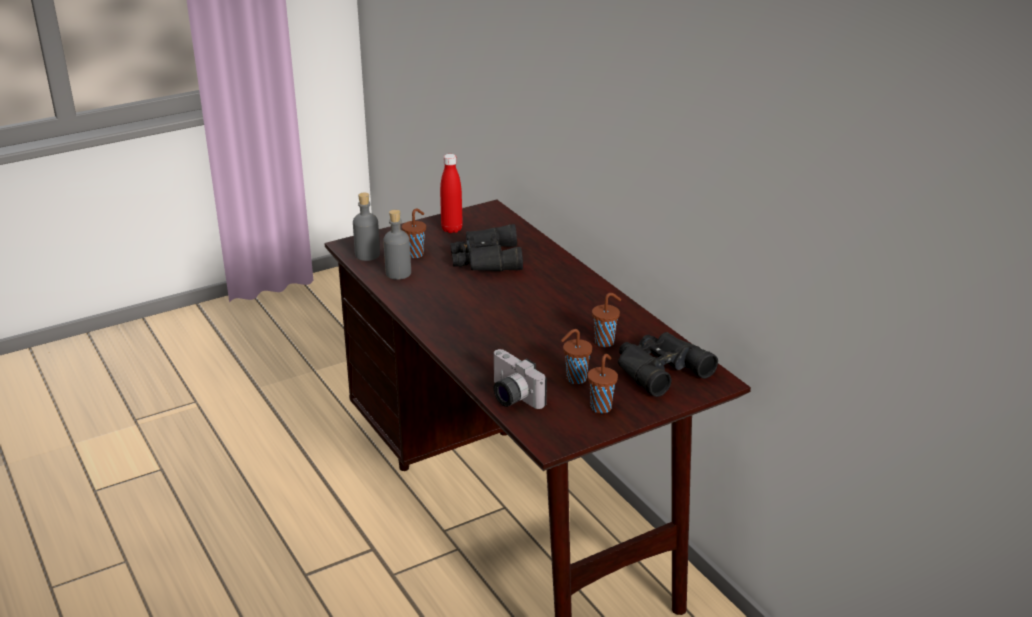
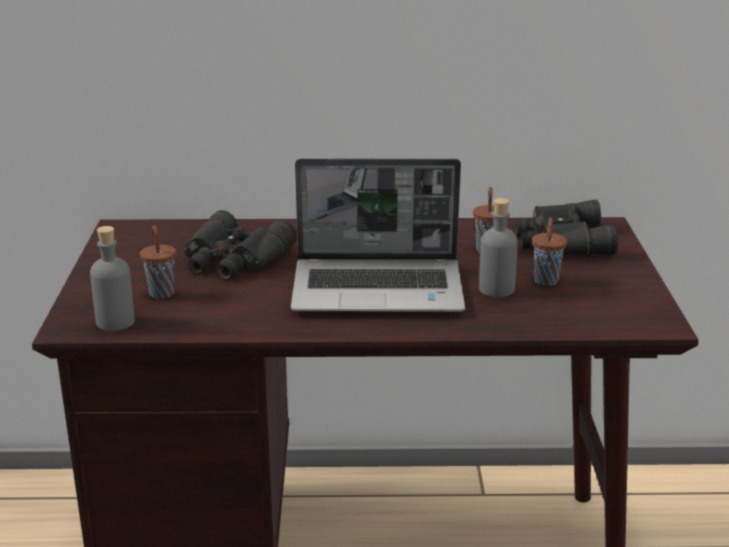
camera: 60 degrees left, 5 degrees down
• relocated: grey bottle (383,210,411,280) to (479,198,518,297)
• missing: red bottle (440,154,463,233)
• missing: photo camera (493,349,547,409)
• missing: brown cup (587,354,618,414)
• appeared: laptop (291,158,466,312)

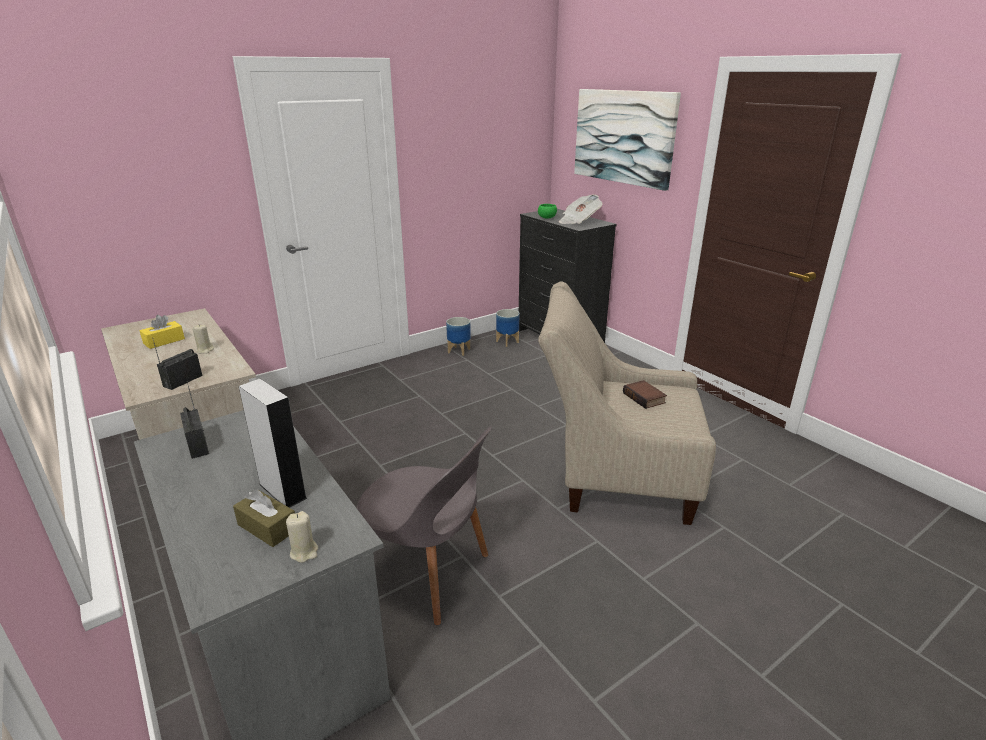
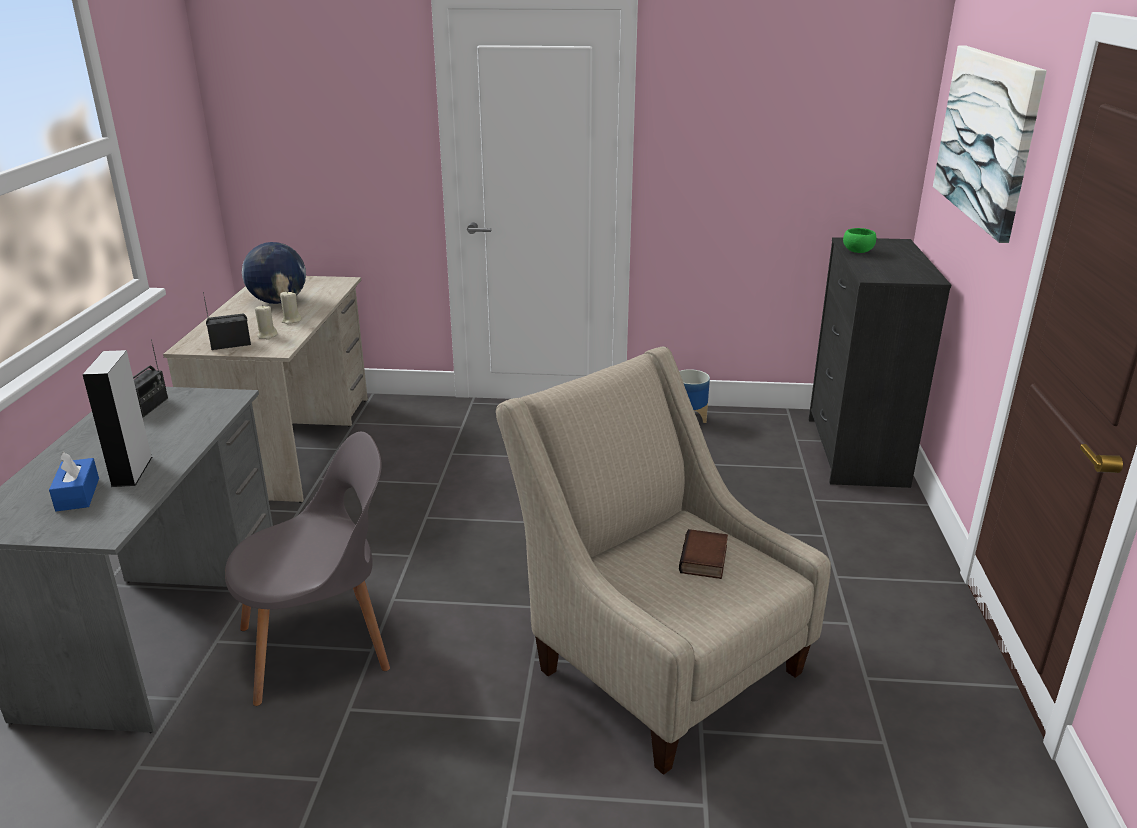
camera: 40 degrees right, 0 degrees up
• exchanged: yellow tissue box (140,315,185,349) to globe (242,242,306,304)
• colour: brown tissue box (233,489,295,547) to blue tissue box (49,452,99,511)
• relocated: beige candle (286,511,318,563) to (255,305,278,340)
• spun: grey chair (357,427,492,625) = (225,432,390,706) 90 degrees counterclockwise
• missing: planter (496,309,519,347)
• missing: newspaper (559,194,603,224)

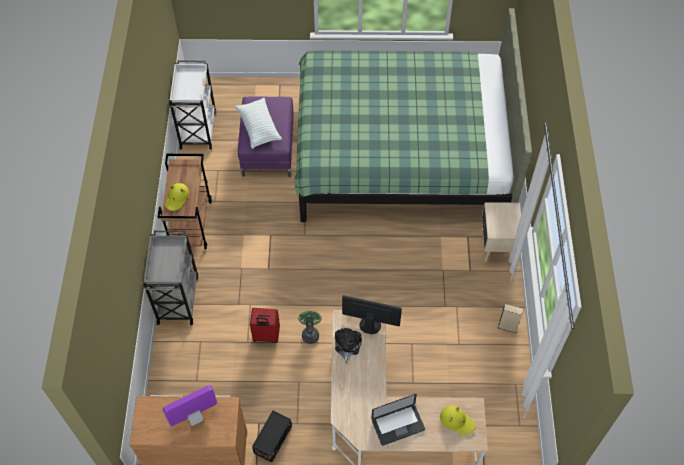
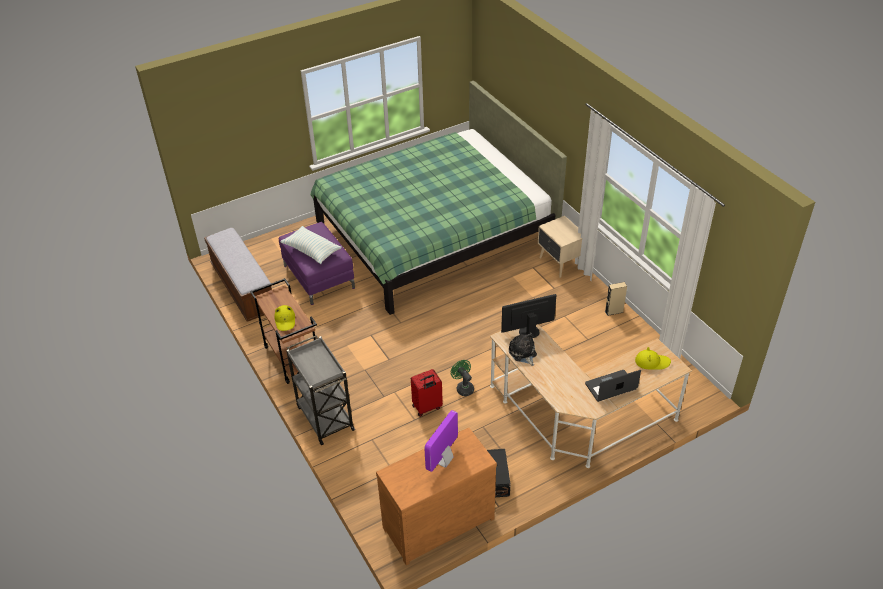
camera: 30 degrees left, 15 degrees down
• exchanged: white cart (169,61,216,150) to bench (204,228,272,321)
• spun: laptop (371,394,425,446) = (585,370,641,402) 150 degrees counterclockwise

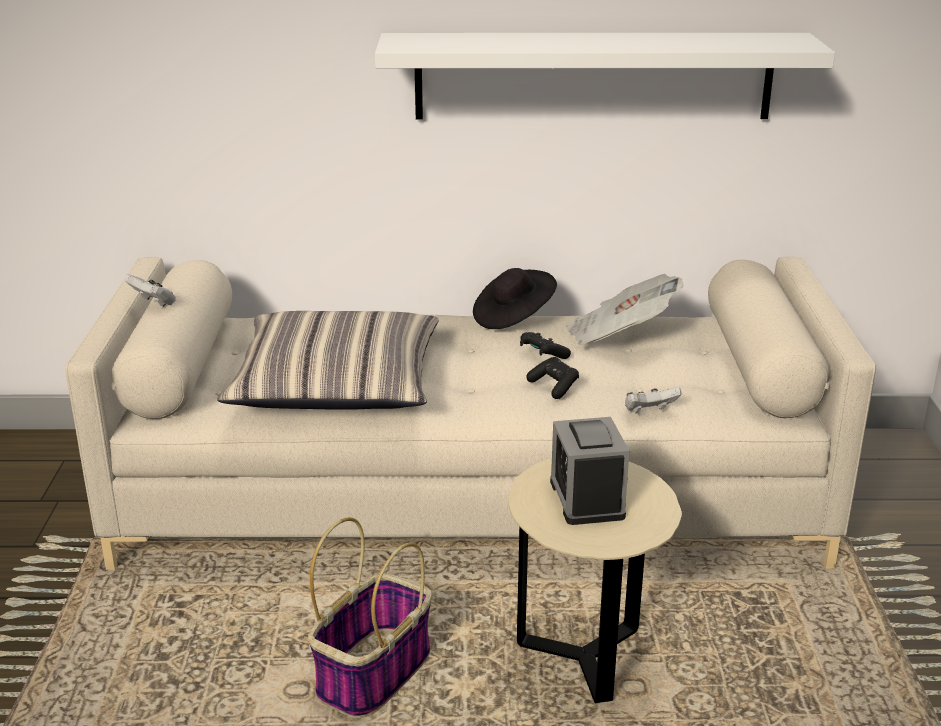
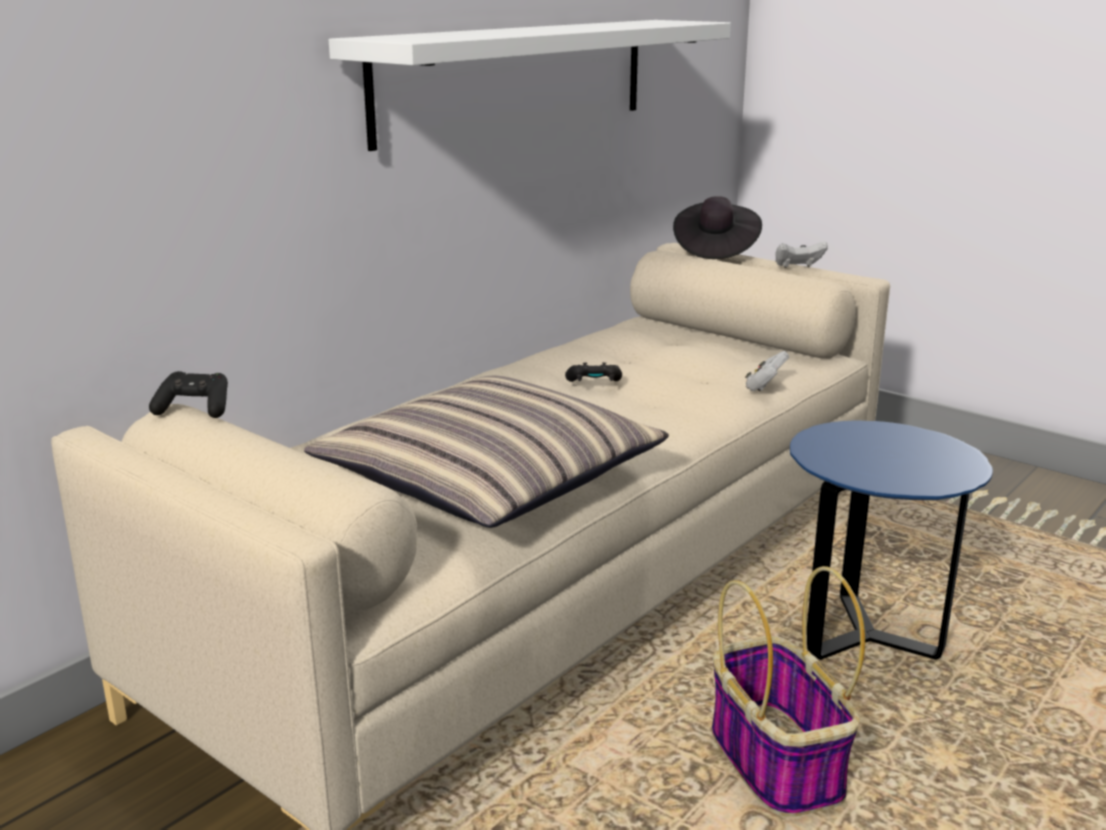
camera: 50 degrees left, 5 degrees down
• relocated: white game controller (124,274,176,307) to (775,241,828,268)
• relocated: black hat (473,268,557,329) to (673,196,762,259)
• colour: beige side table (508,458,682,703) to blue side table (790,420,993,660)
• relocated: black game controller (526,357,579,399) to (149,371,228,418)
• missing: alarm clock (550,417,629,525)
• missing: newspaper (566,274,683,346)

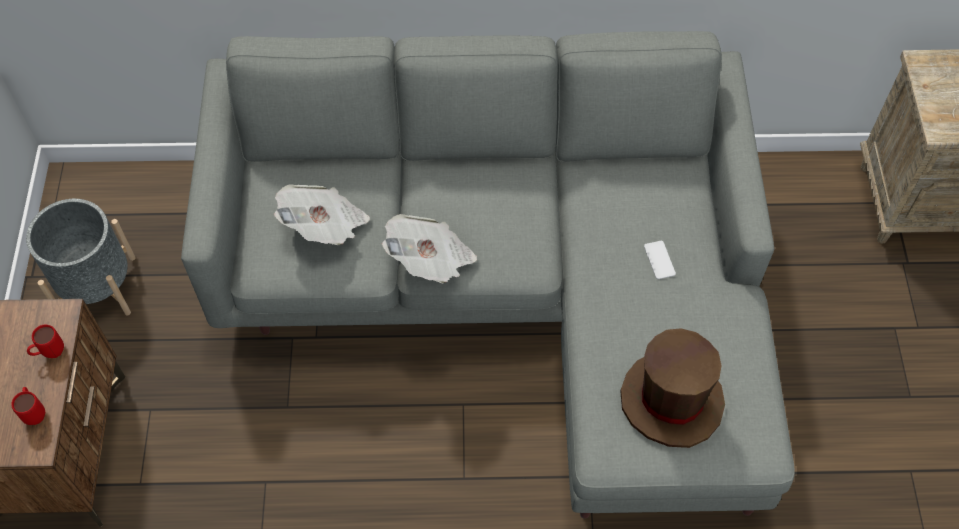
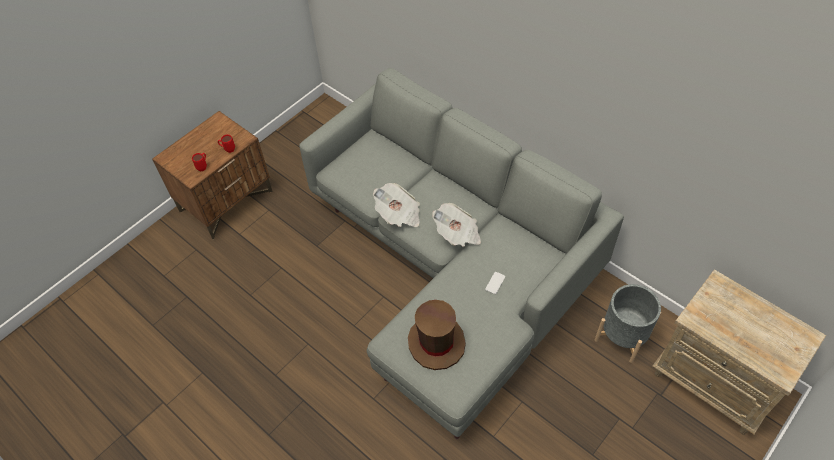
camera: 45 degrees right, 5 degrees down
• relocated: grey planter (26,199,136,315) to (595,284,661,363)
• relocated: newspaper (274,185,370,245) to (432,203,481,247)

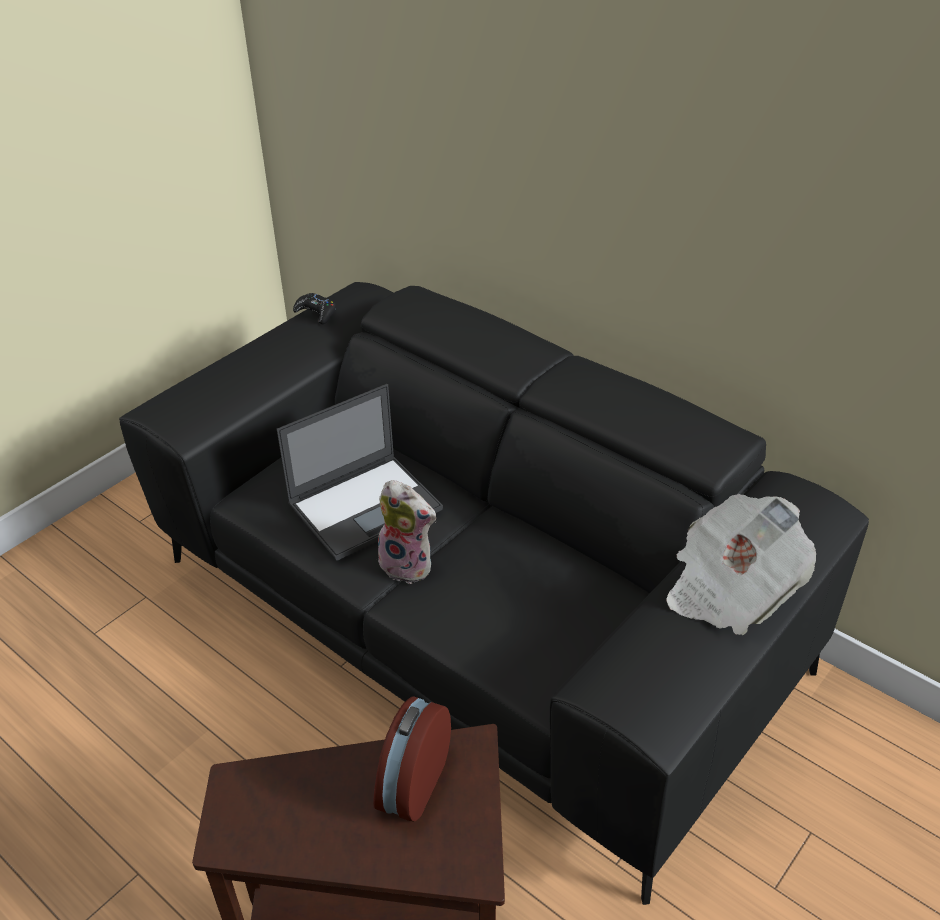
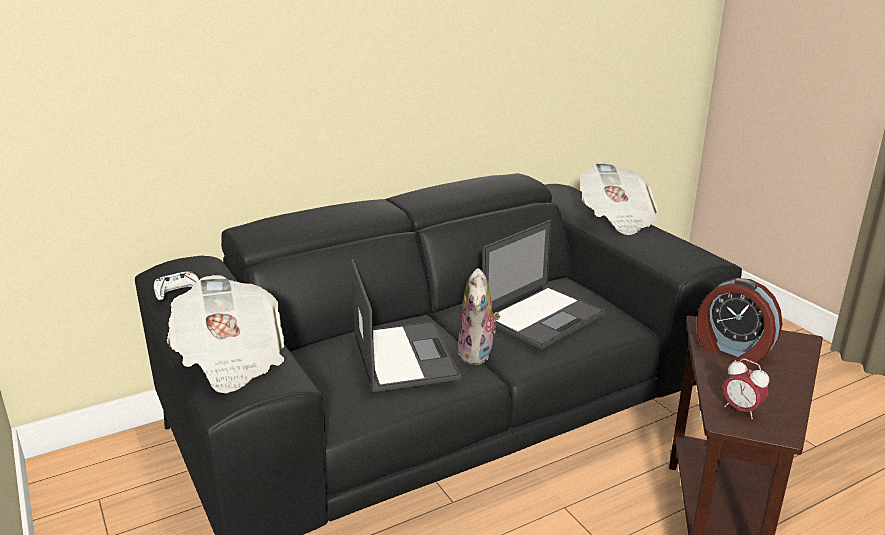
camera: 70 degrees left, 15 degrees down
• colour: black game controller (293,293,336,324) to white game controller (154,271,199,300)
• spun: plush toy (377,480,437,584) = (458,268,500,365) 135 degrees clockwise
• appeared: newspaper (167,275,284,394)
• appeared: laptop (483,220,605,350)
• appeared: alarm clock (723,359,769,419)

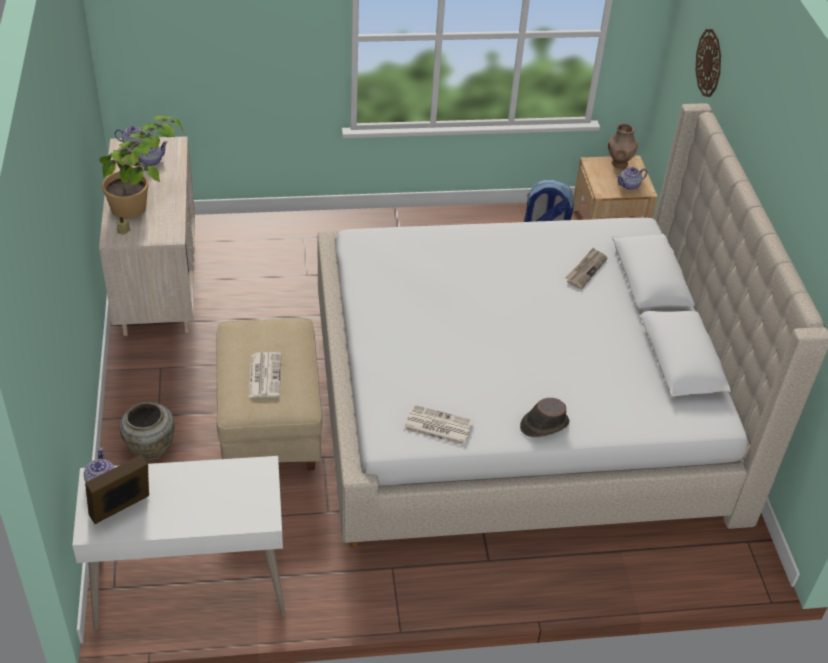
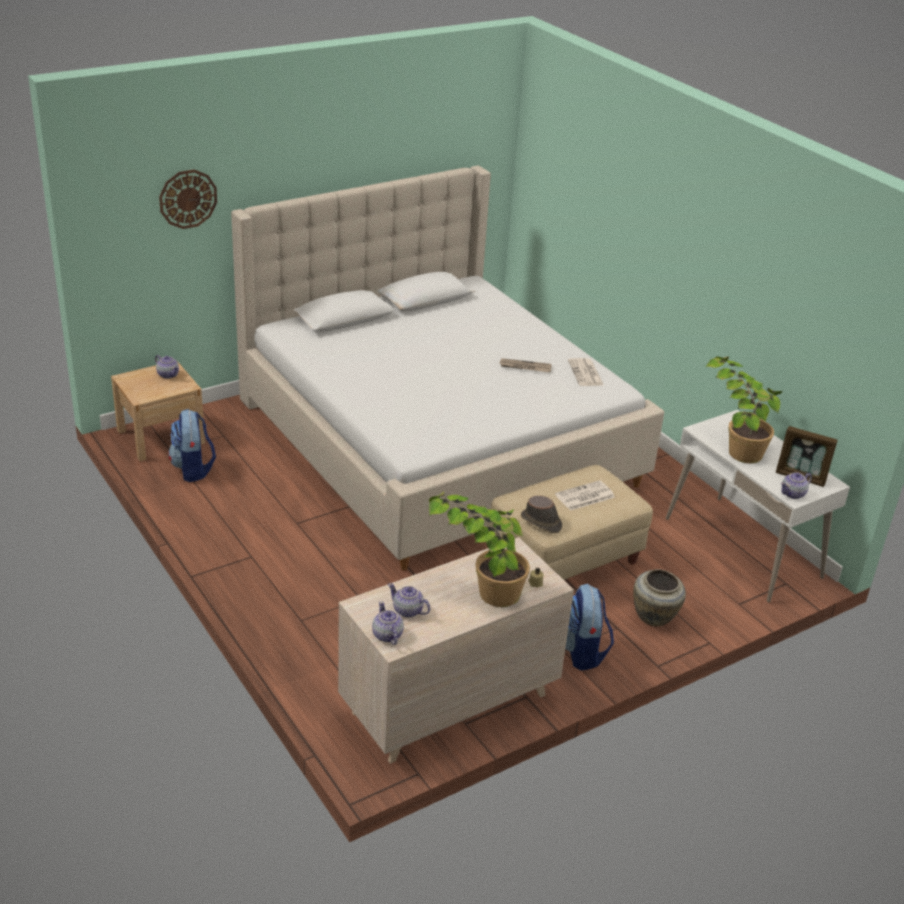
camera: 115 degrees left, 10 degrees down
• relocated: brown hat (520,398,569,437) to (521,496,562,533)
• relocated: newspaper (565,247,608,289) to (499,358,552,372)
• missing: brown vase (608,123,638,168)
• appeared: backpack (565,584,614,670)
• appeared: potted plant (705,356,782,463)

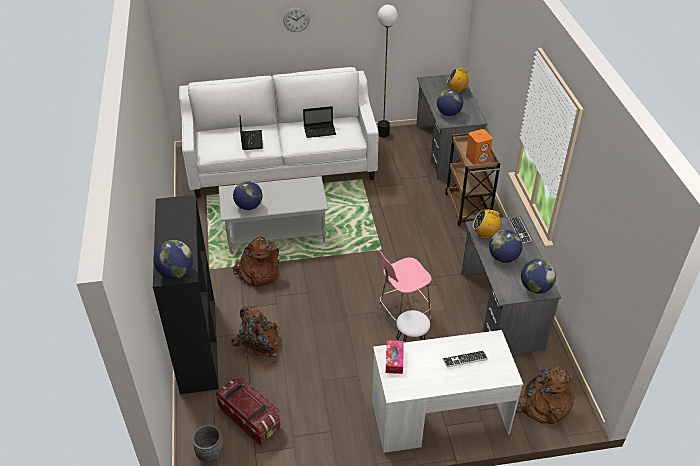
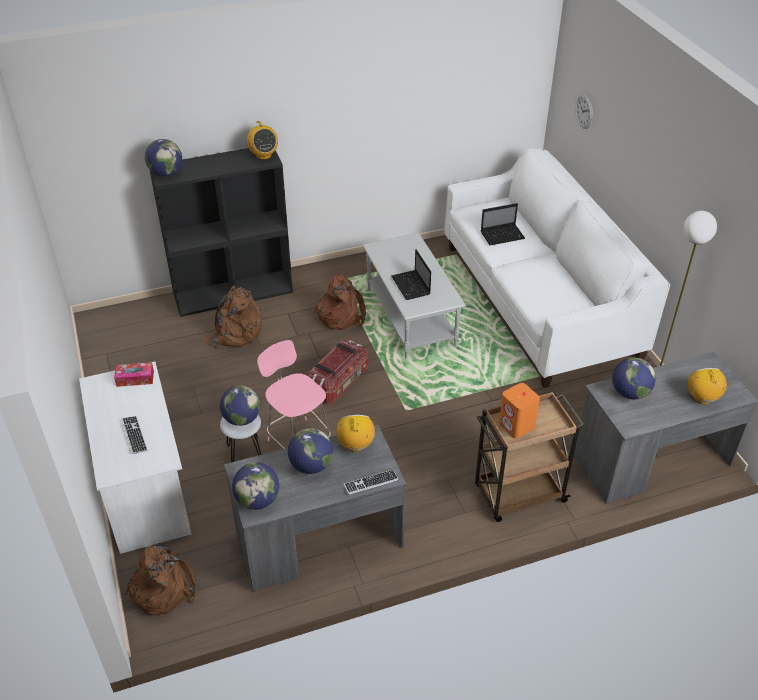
camera: 80 degrees right, 0 degrees up
• missing: grey planter (192,424,224,462)
• relocated: storage box (216,378,280,445) to (307,339,368,404)
• relocated: globe (233,181,262,210) to (220,385,260,426)
• relocated: wall clock (283,7,310,32) to (575,94,593,129)
• relocated: laptop (303,106,336,138) to (391,249,431,300)
• appeared: radio (247,121,278,160)

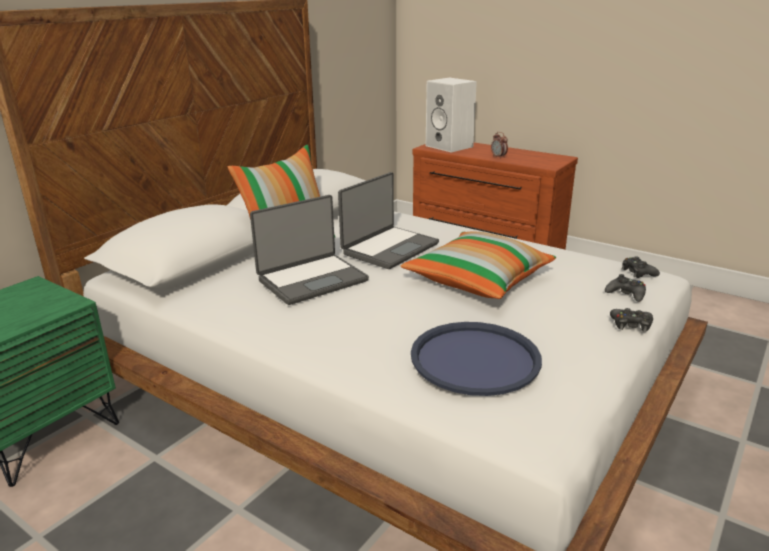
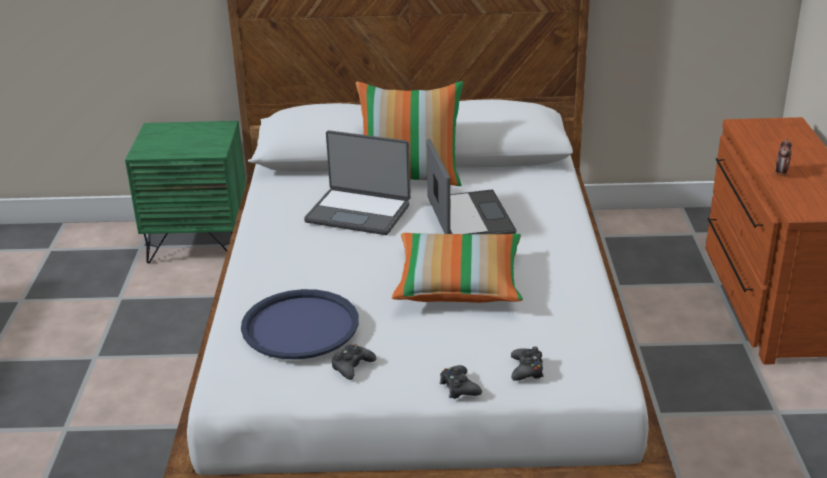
camera: 55 degrees right, 5 degrees up
• spun: laptop (338,172,439,269) = (426,139,517,234) 105 degrees counterclockwise
• missing: white speaker (426,78,477,152)
• relocated: black game controller (622,256,660,278) to (332,344,376,380)

